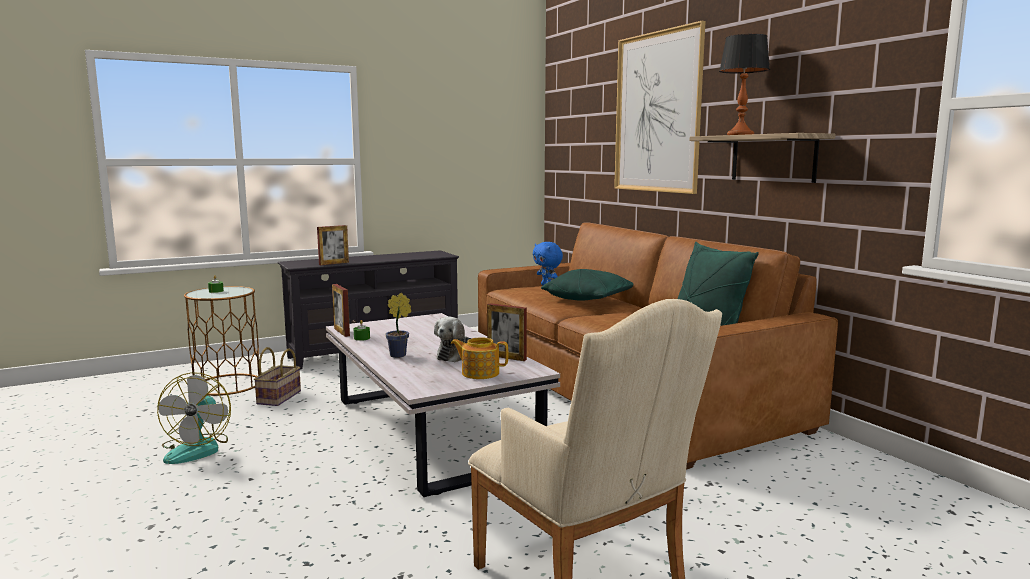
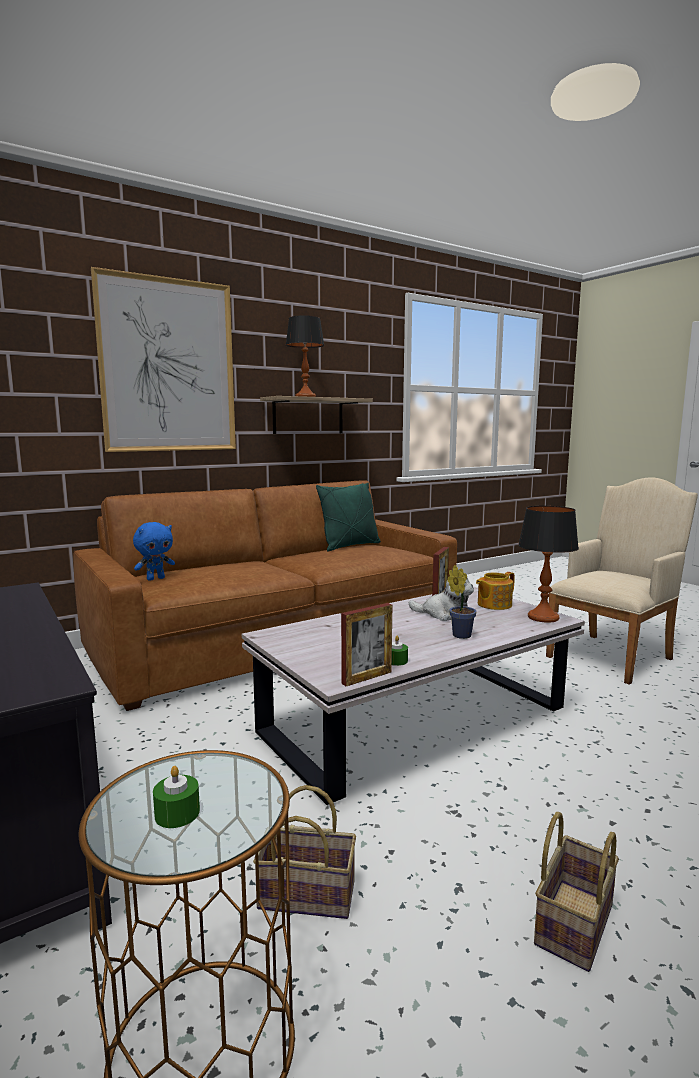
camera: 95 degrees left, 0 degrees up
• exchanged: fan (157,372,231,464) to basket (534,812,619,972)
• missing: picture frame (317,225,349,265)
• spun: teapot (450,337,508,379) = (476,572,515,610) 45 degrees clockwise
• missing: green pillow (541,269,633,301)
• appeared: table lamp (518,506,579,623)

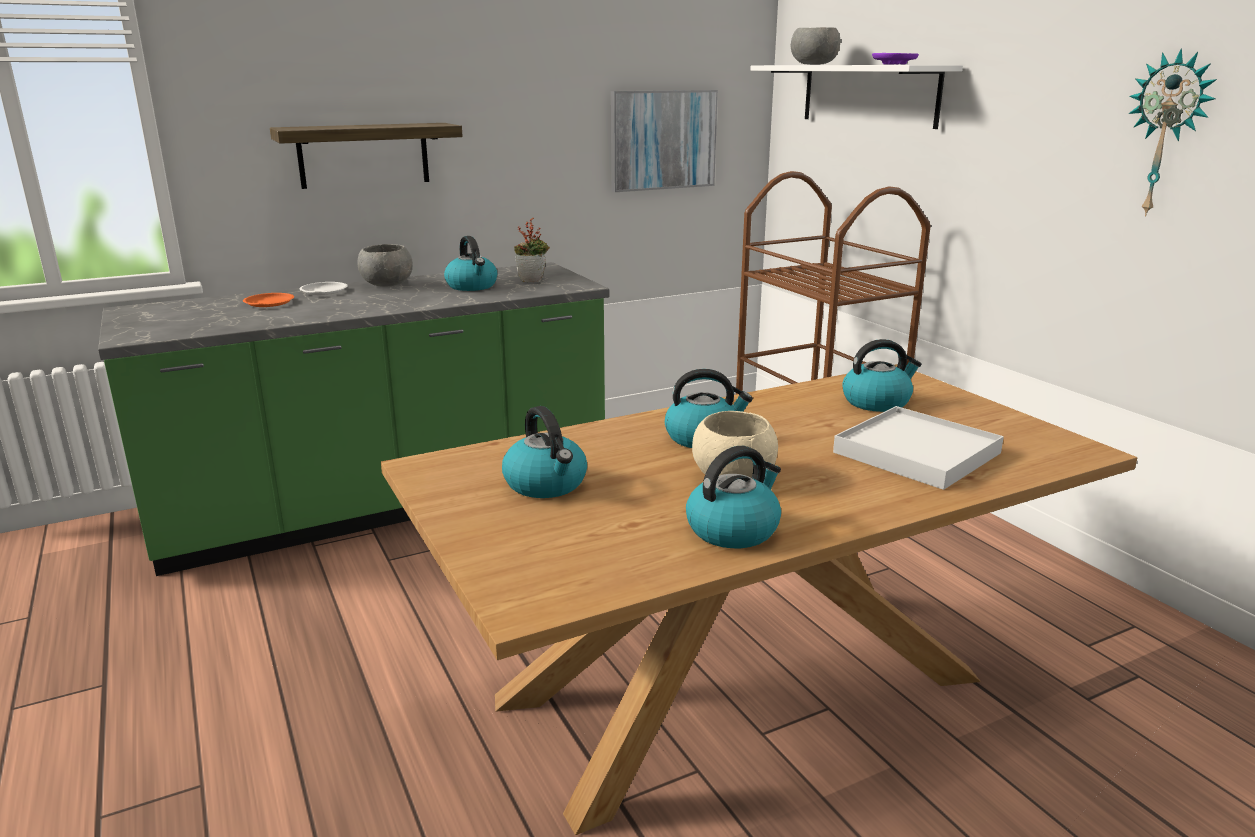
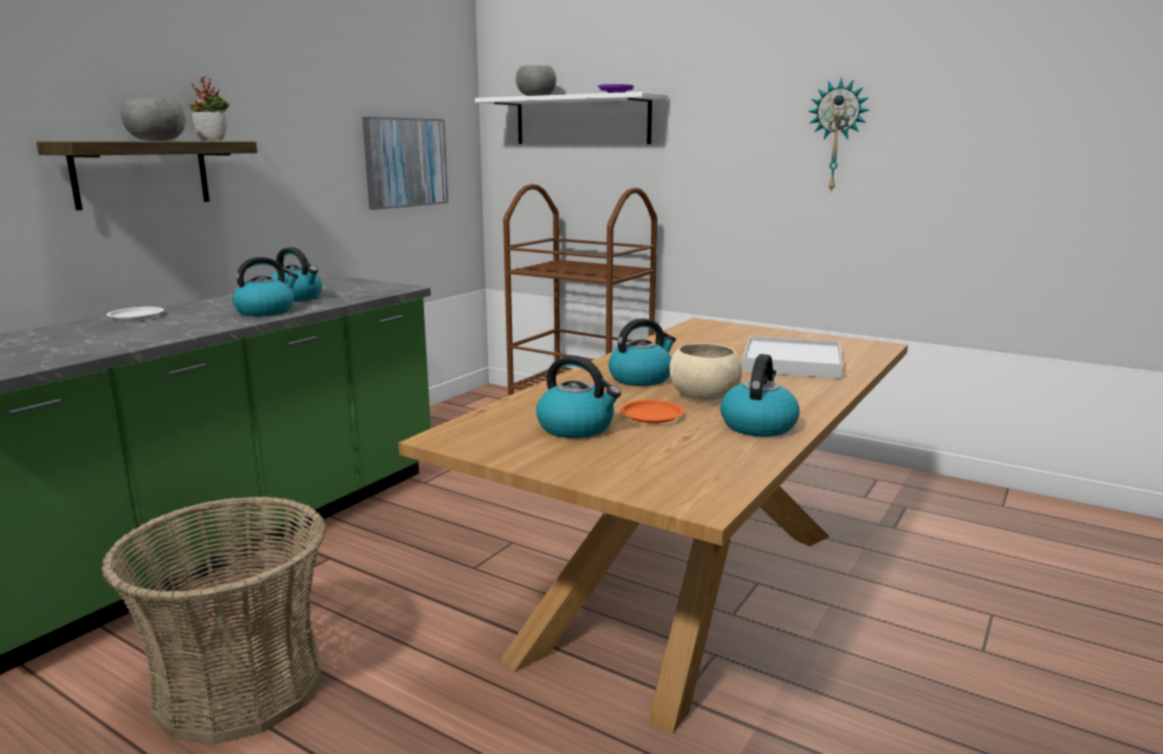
camera: 30 degrees left, 5 degrees down
• relocated: orange plate (243,293,294,307) to (620,400,684,423)
• relocated: grey bowl (357,244,413,287) to (121,99,185,141)
• relocated: potted plant (514,218,550,282) to (189,76,230,141)
• relocated: kettle (842,339,921,412) to (232,257,298,316)
• appeared: basket (101,496,326,744)

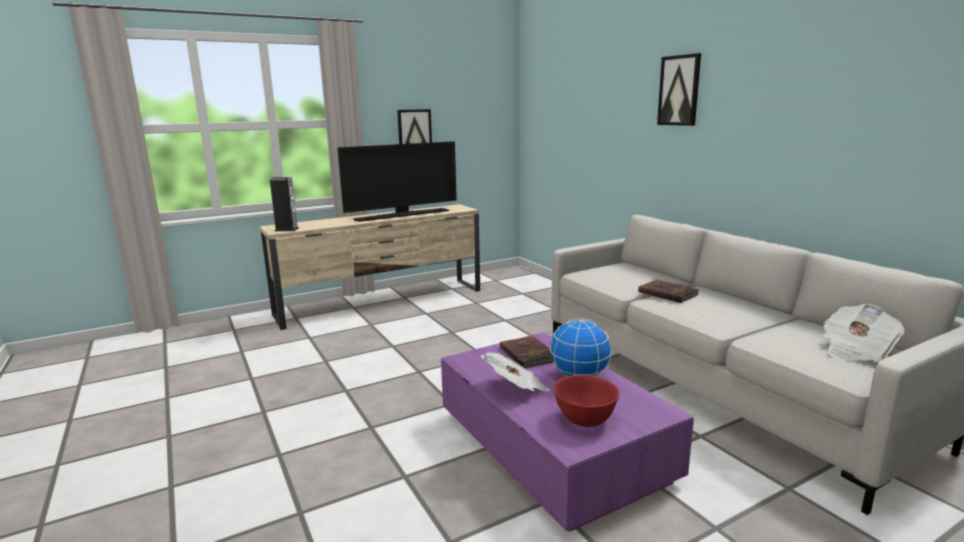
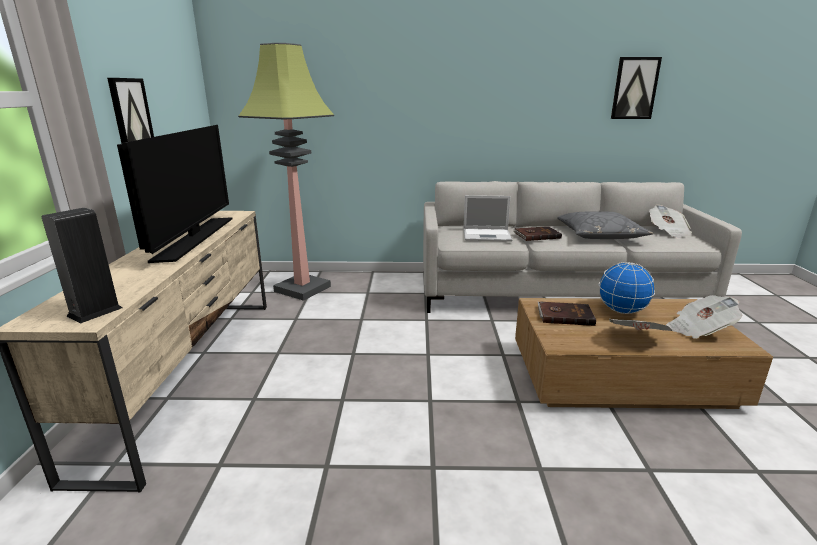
camera: 60 degrees left, 5 degrees up
• colour: purple coffee table (441,332,694,532) to brown coffee table (515,298,773,409)
• exchanged: red bowl (553,375,620,427) to newspaper (666,295,742,339)
• relocated: picture (657,53,701,126) to (611,57,662,119)
• appeared: floor lamp (238,43,334,301)
• appeared: laptop (464,195,512,242)
• appeared: grey pillow (557,212,653,239)

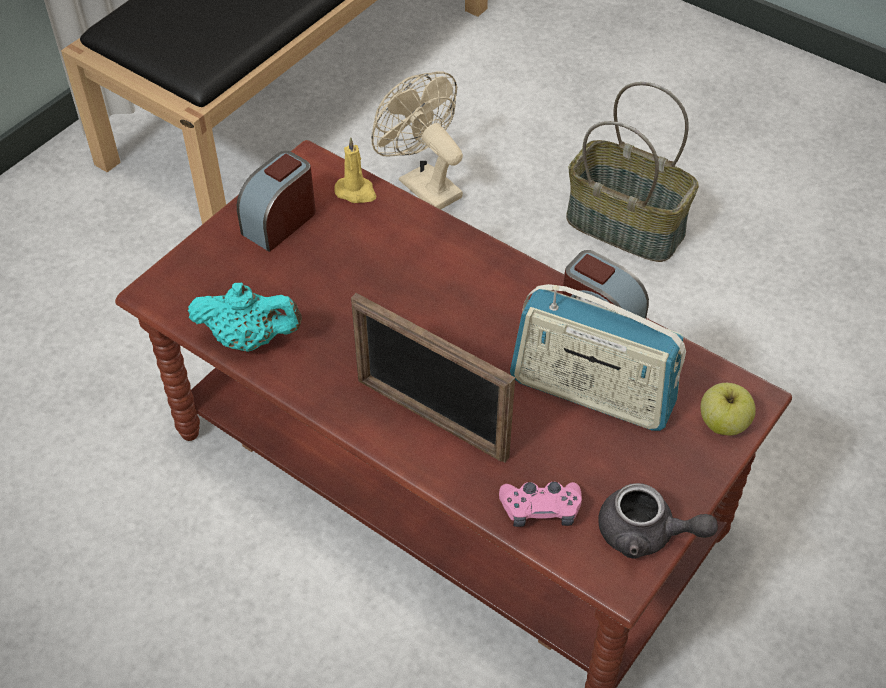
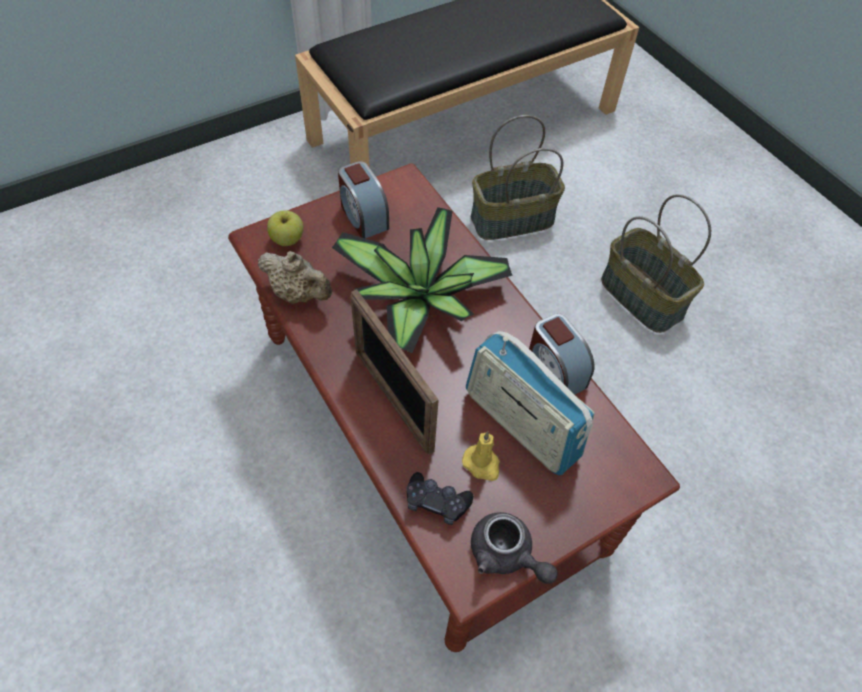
camera: 20 degrees right, 5 degrees up
• colour: turquoise teapot (188,283,302,352) to beige teapot (258,251,332,303)
• spun: alarm clock (237,151,316,252) = (338,161,389,238) 90 degrees counterclockwise
• relocated: yellow candle (334,137,376,203) to (462,431,500,481)
• exchanged: beige fan (371,71,463,209) to basket (471,115,565,240)
• colour: pink game controller (499,482,582,527) to black game controller (407,472,473,525)
• relocated: apple (701,383,756,435) to (267,210,304,246)
• appeared: potted plant (332,207,513,353)

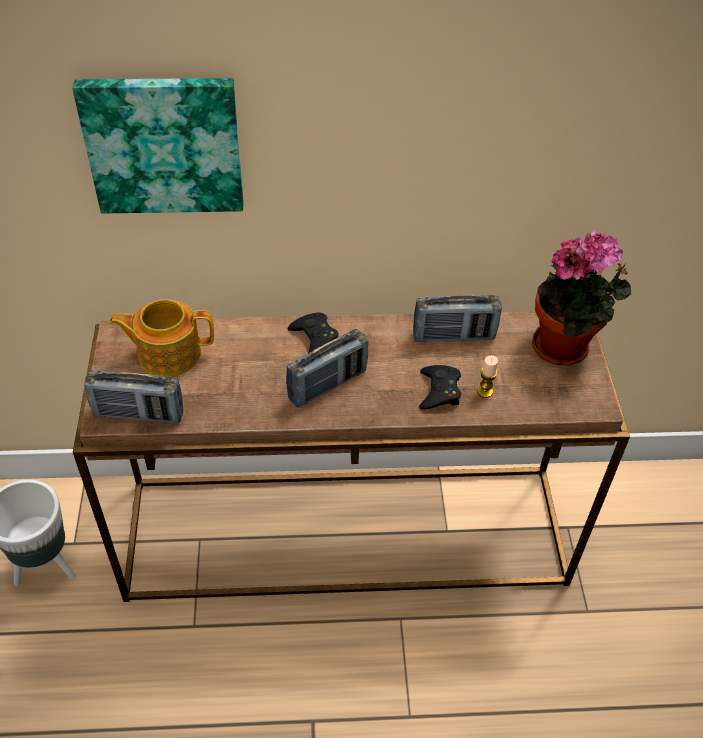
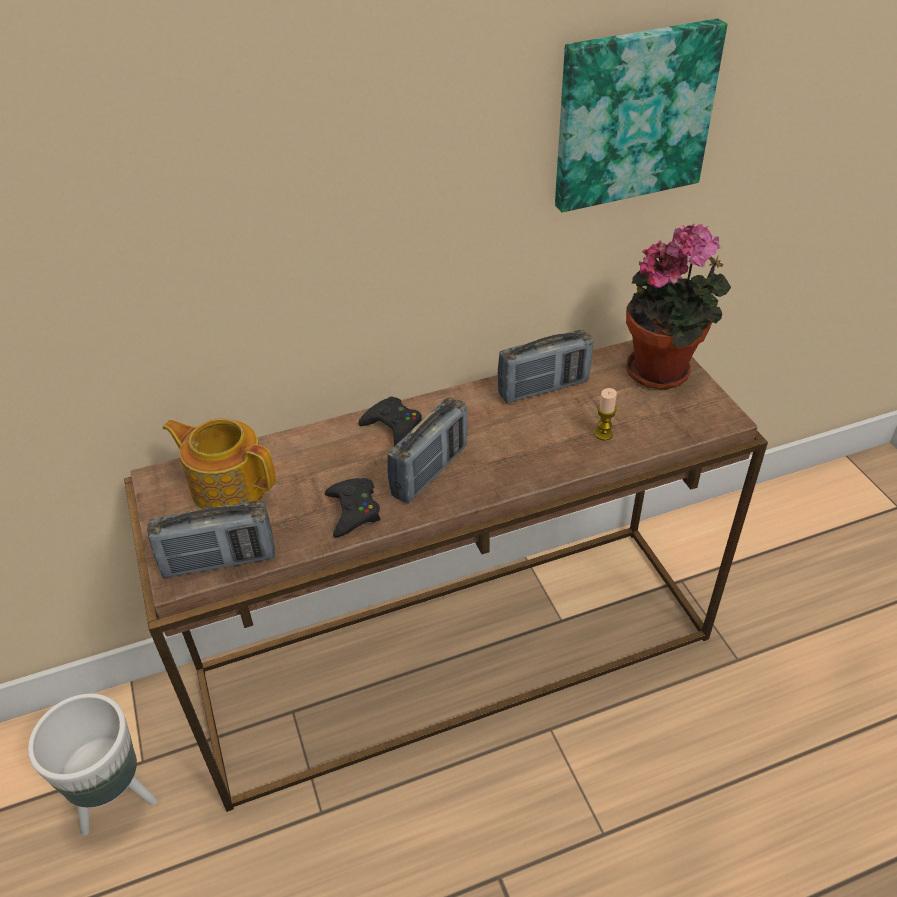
camera: 15 degrees left, 5 degrees down
• relocated: picture (73,78,244,213) to (555,19,727,212)
• spun: teapot (109,299,214,377) = (163,418,276,509) 45 degrees clockwise
• relocated: black game controller (419,365,461,410) to (325,478,381,537)

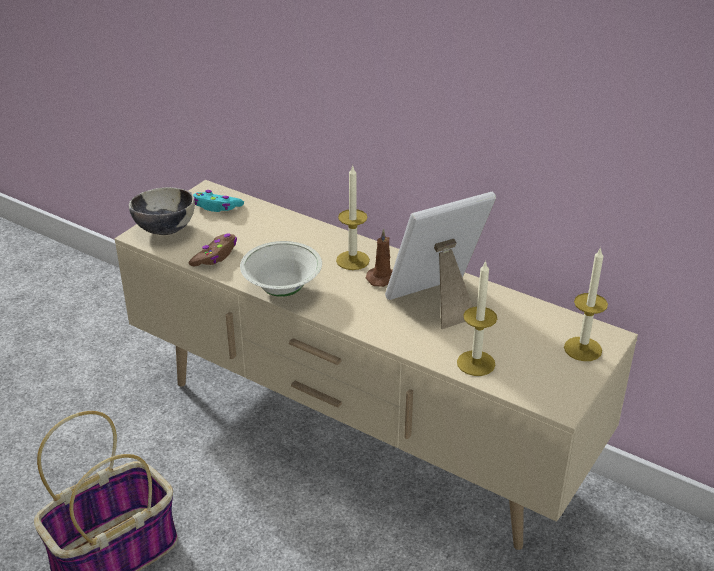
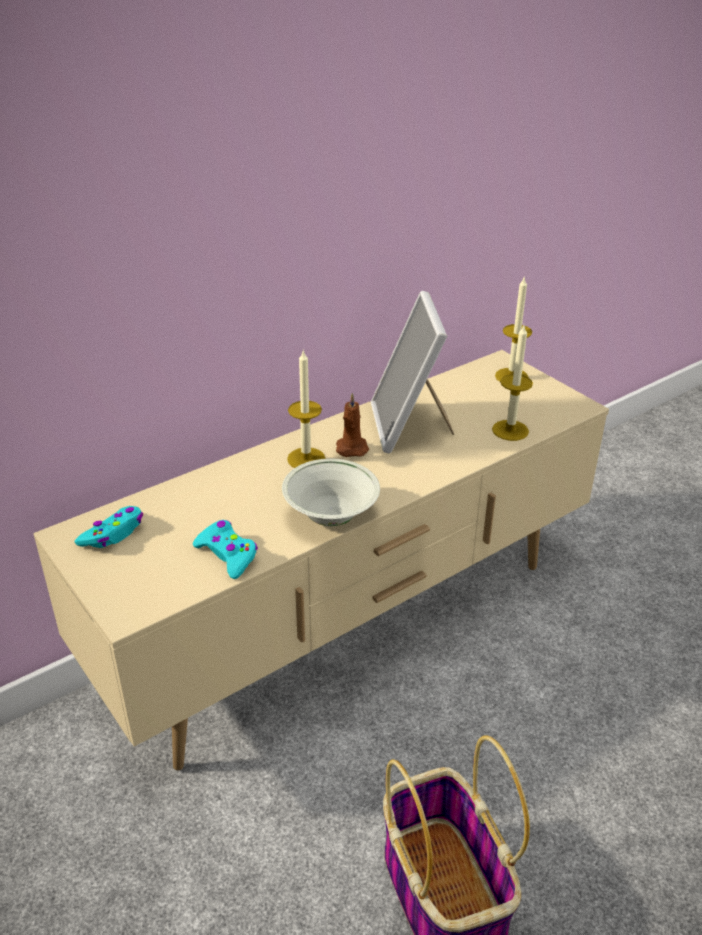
camera: 70 degrees left, 0 degrees up
• missing: bowl (129,187,195,235)
• colour: brown game controller (189,233,237,266) to turquoise game controller (193,520,258,579)

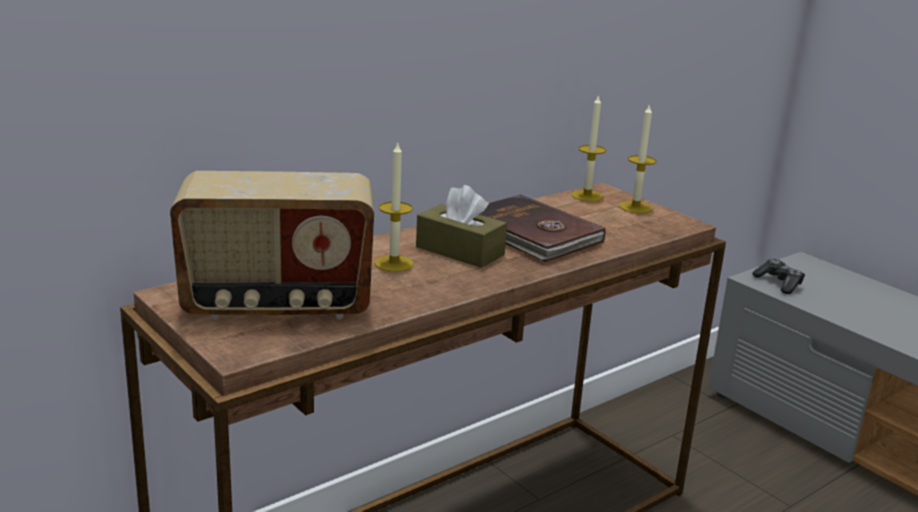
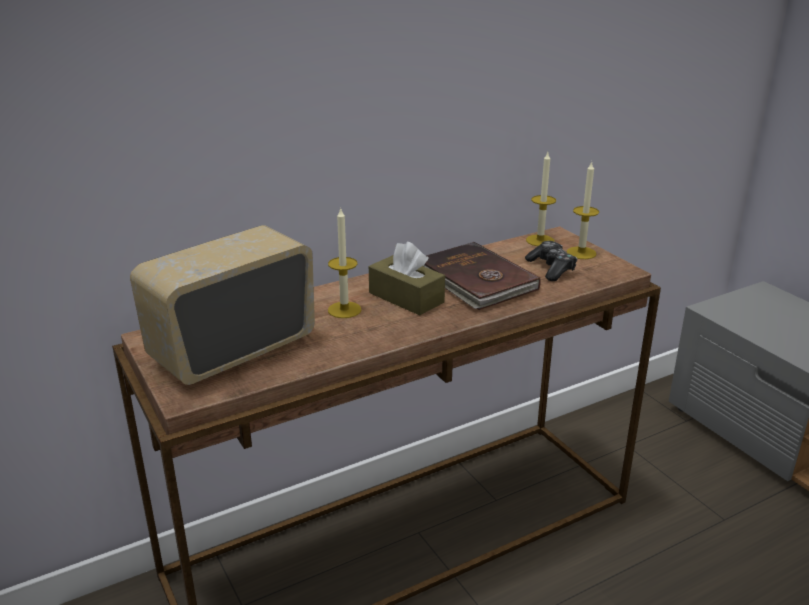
camera: 10 degrees right, 5 degrees up
• spun: radio (170,171,374,320) = (130,225,315,385) 135 degrees clockwise
• relocated: game controller (752,259,805,294) to (525,241,577,281)

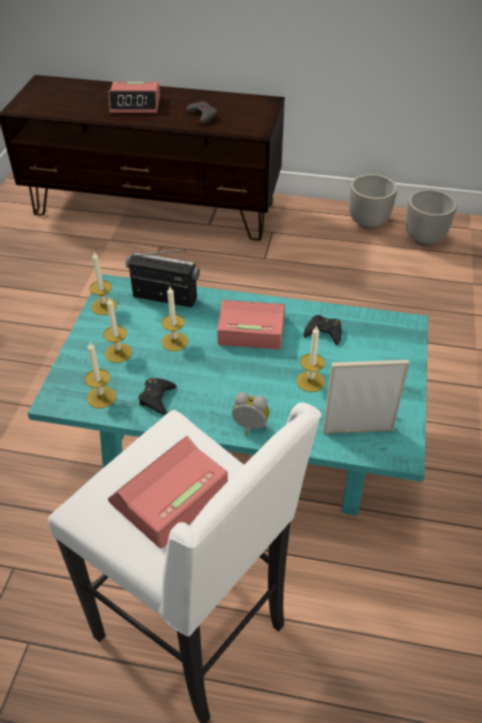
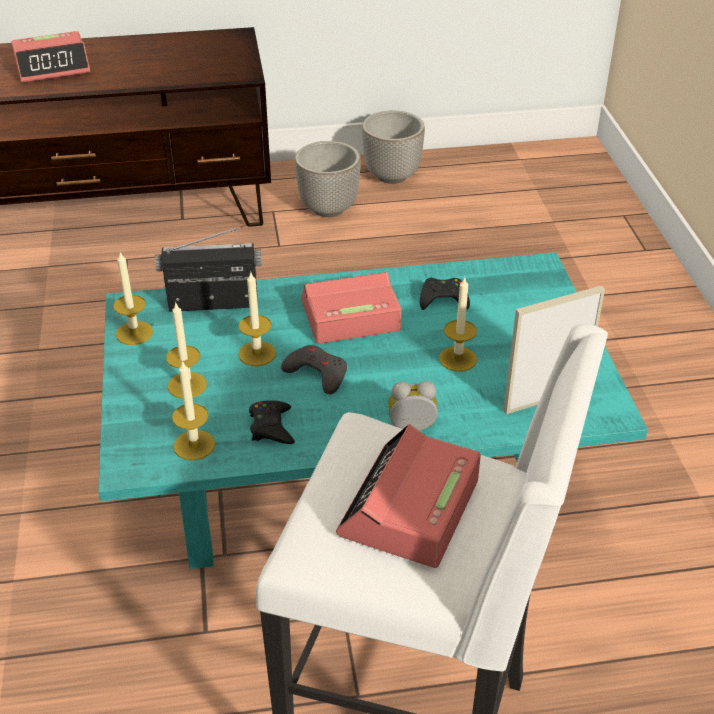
camera: 20 degrees left, 5 degrees down
• relocated: grey game controller (186,101,217,124) to (281,345,347,394)
• relocated: planter (406,189,457,246) to (295,141,361,217)

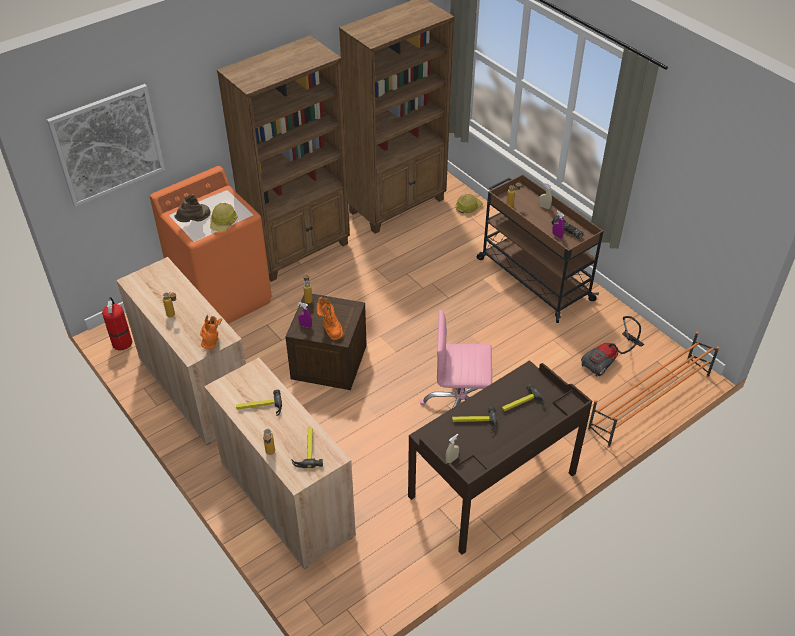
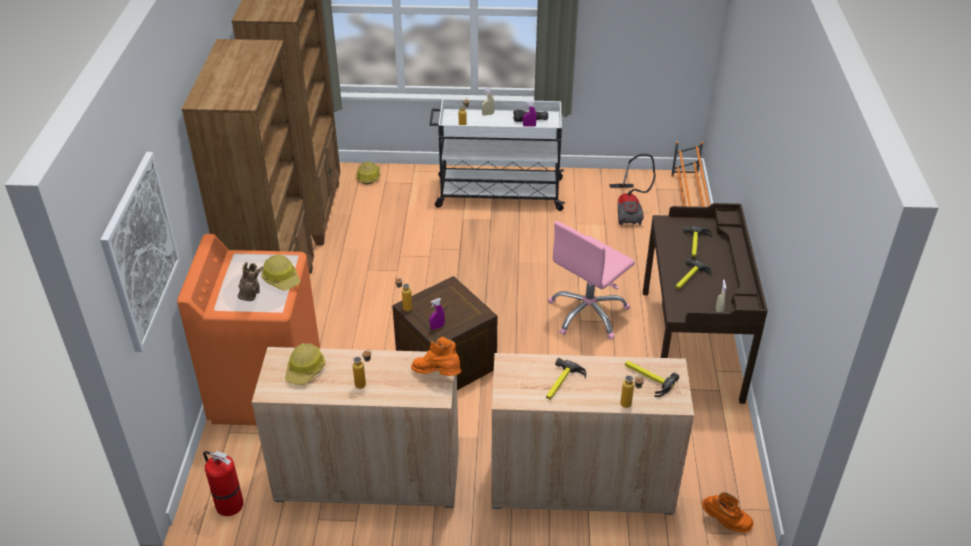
camera: 50 degrees left, 5 degrees down
• relocated: orange boot (317,297,343,340) to (702,492,754,533)
• colour: brown cart (477,174,604,323) to white cart (430,99,565,211)
• appeared: hard hat (285,343,325,385)

